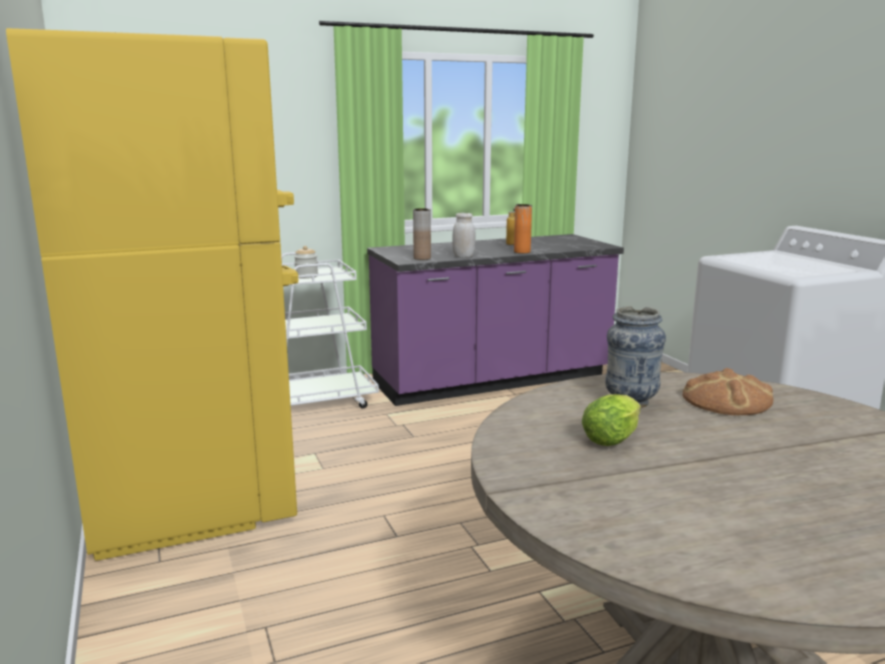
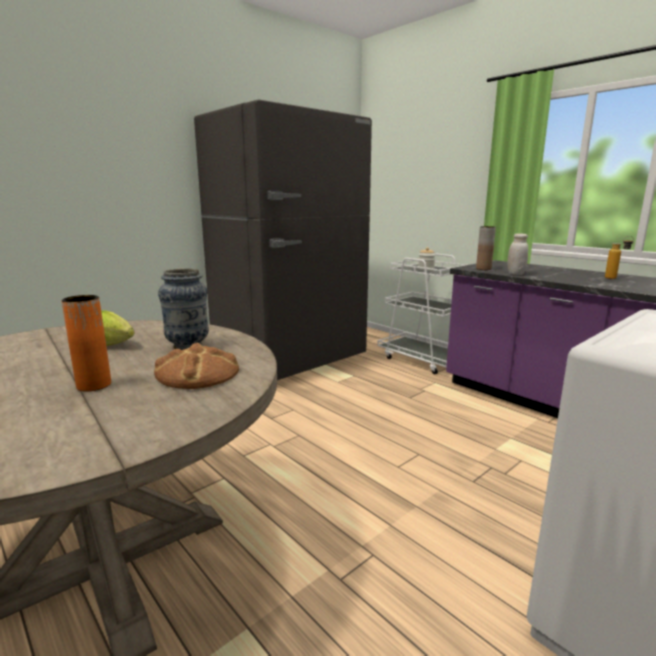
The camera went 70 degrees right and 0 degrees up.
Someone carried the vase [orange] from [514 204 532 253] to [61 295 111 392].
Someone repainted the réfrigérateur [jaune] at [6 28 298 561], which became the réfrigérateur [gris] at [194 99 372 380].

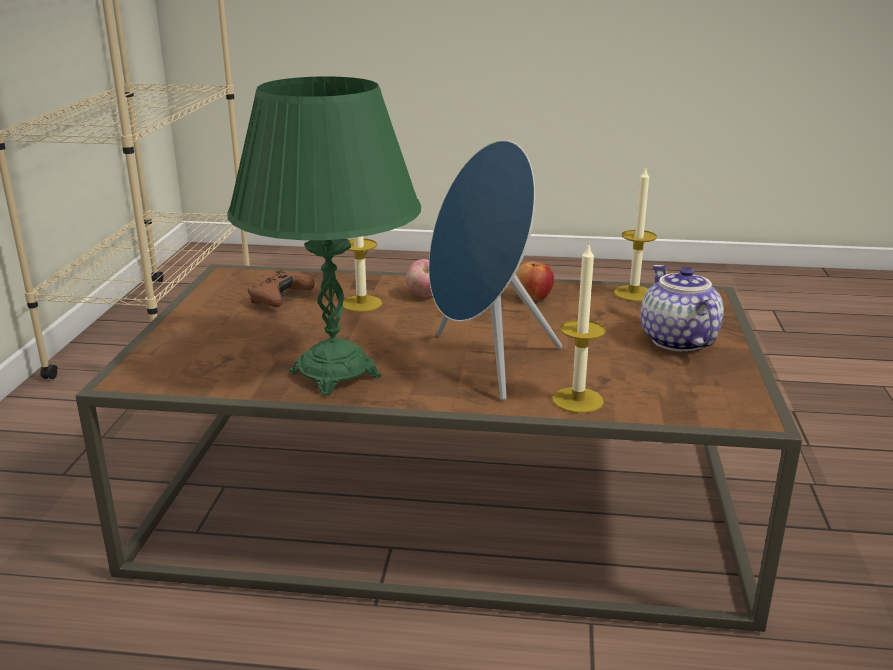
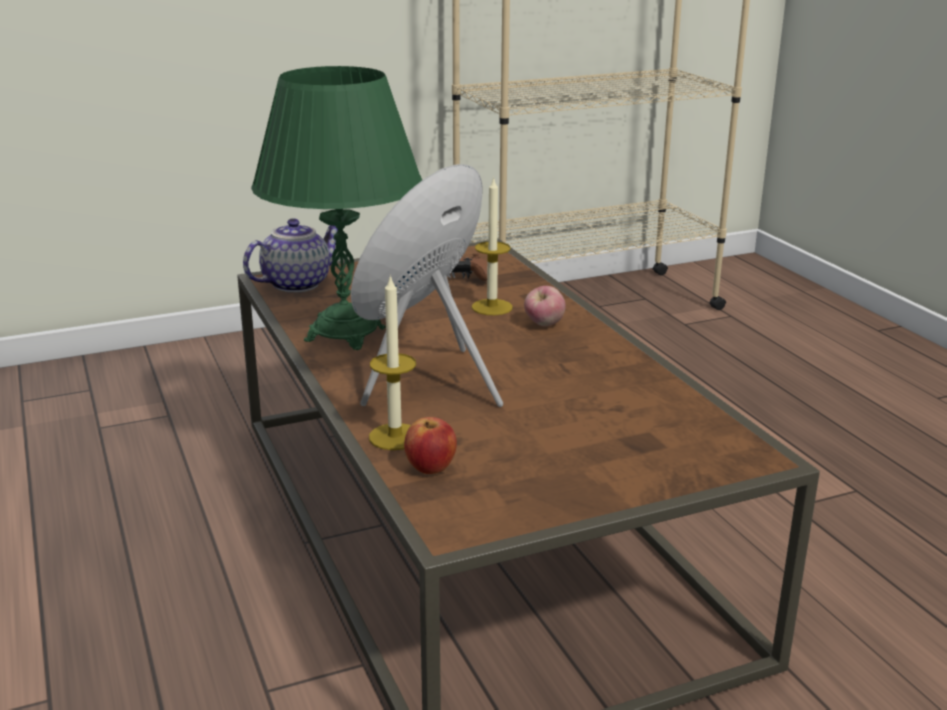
The camera went 60 degrees right and 0 degrees up.
Someone carried the théière from [641 265 724 352] to [243 219 338 293].
Someone carried the pomme from [516 261 554 300] to [404 417 457 474].
Someone took away the bougie at [614 167 657 301].

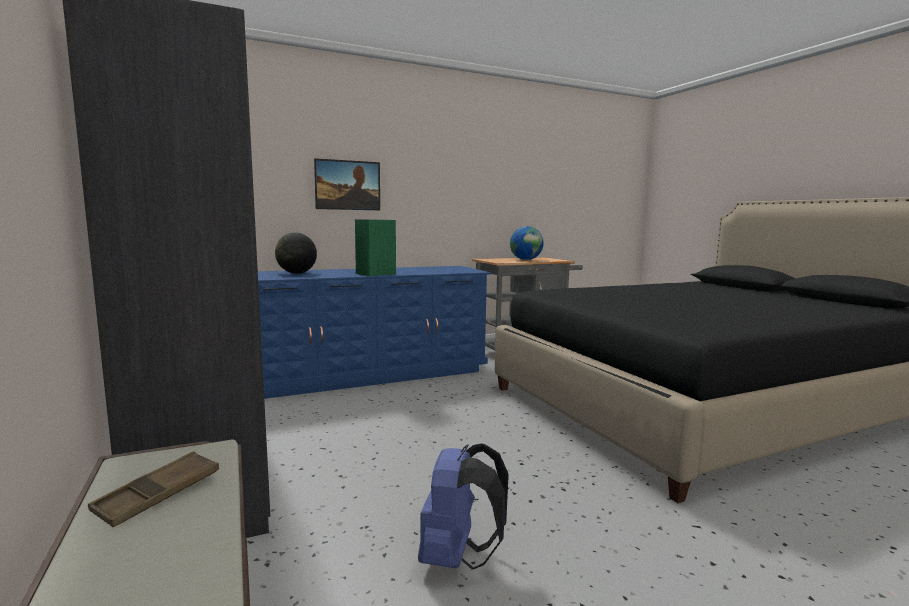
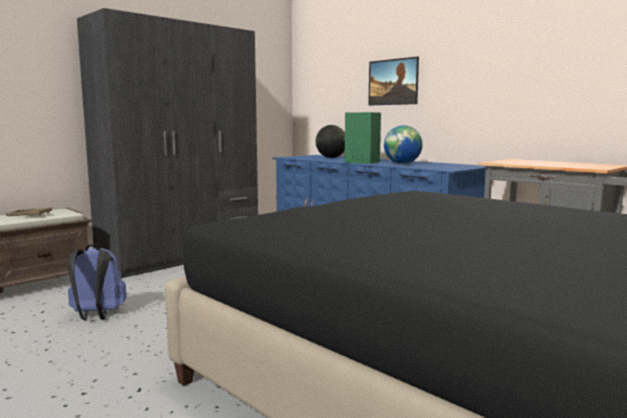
The camera went 70 degrees right and 0 degrees up.
Someone carried the globe from [510 226 544 260] to [384 125 423 164].

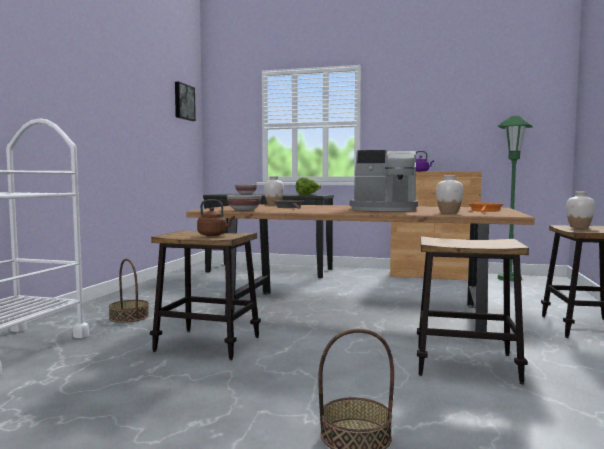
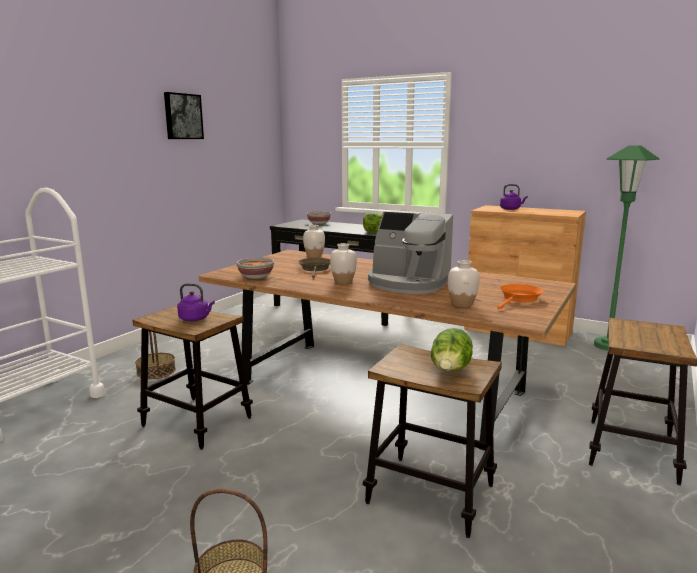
The camera went 15 degrees right and 10 degrees up.
Someone carried the tableau from [175 82 196 121] to [164 92 204 139].
Someone repainted the bouilloire [marron] at [197 199 235 236], which became the bouilloire [violet] at [177 283 215 321].
Someone carried the vase [blanc] from [566 192 595 228] to [330 243 357 284].
Someone put down the laitue at [431 328 473 371].

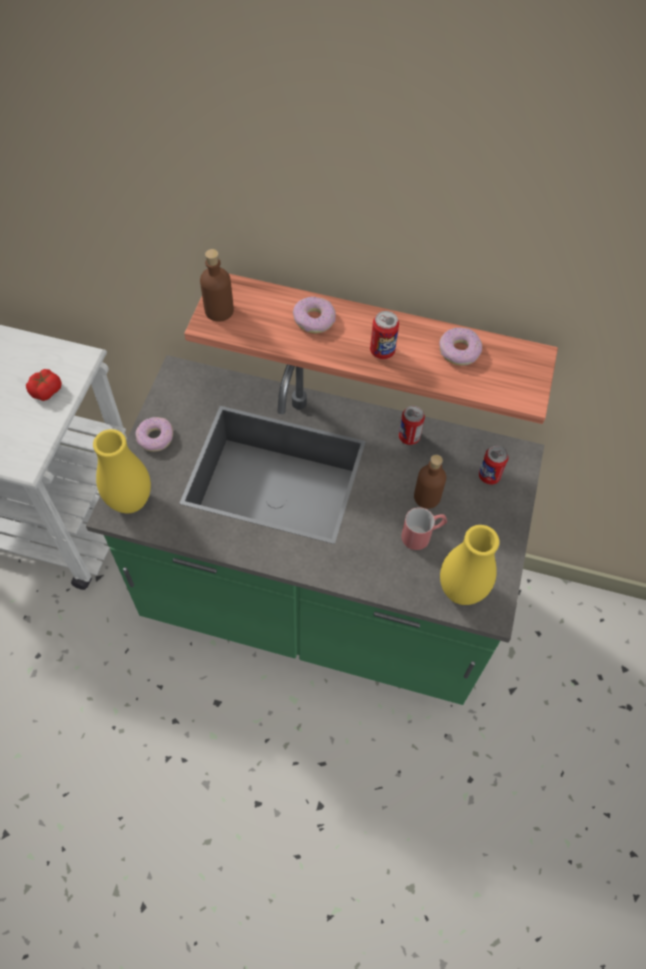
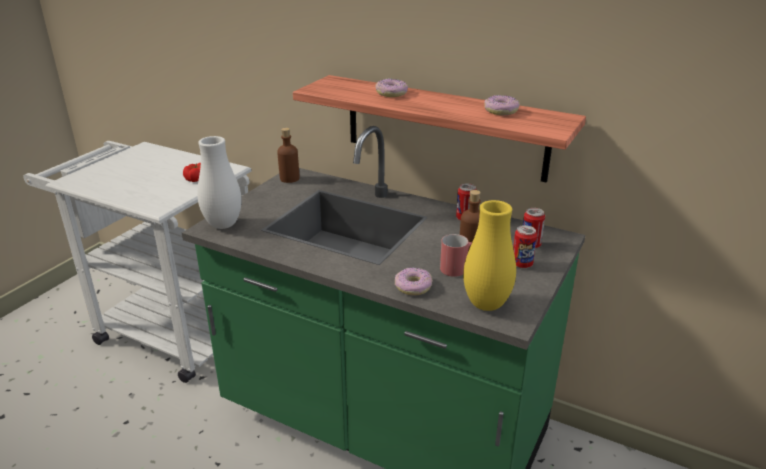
The camera went 15 degrees right and 30 degrees down.
Someone repainted the vase [jaune] at [93 429 151 513], which became the vase [blanc] at [197 136 242 229].
Someone carried the bouteille [marron] from [200 249 234 322] to [277 128 300 183].
Someone carried the beignet from [135 417 174 452] to [395 267 433 296].
Someone carried the boîte métallique from [370 311 399 359] to [513 225 537 268].

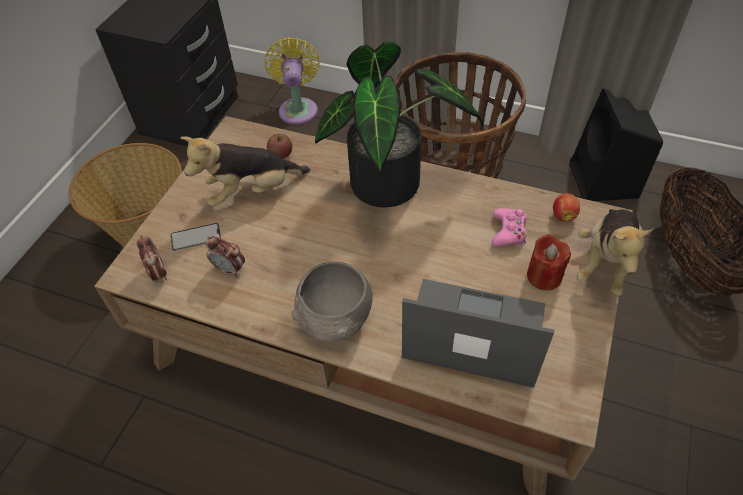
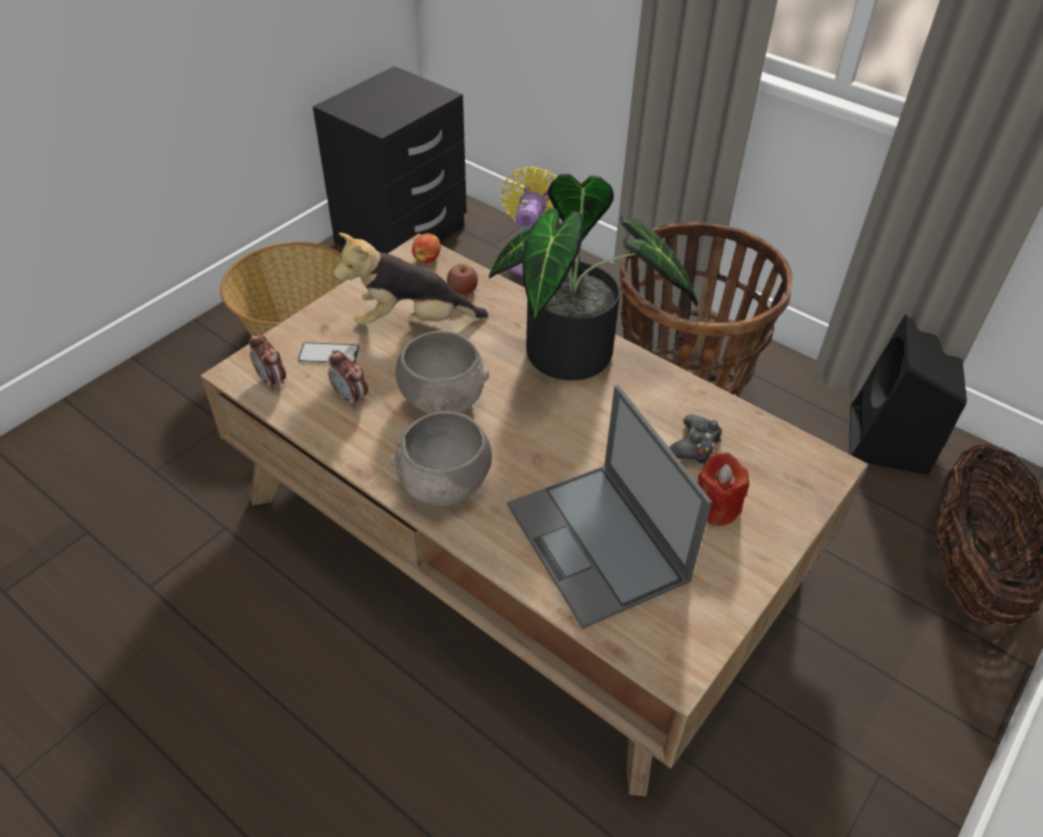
The camera went 15 degrees right and 5 degrees down.
Someone rotated the réveil at [137 235 167 283] by 150 degrees clockwise.
Someone put down the bol [gris] at [396 331 489 414].
Someone carried the pomme from [553 193 580 221] to [412 234 441 263].
Someone rotated the ordinateur portable at [402 279 554 388] by 150 degrees counterclockwise.
Someone repainted the manette [rose] at [492 208 527 246], which became the manette [noir] at [669 414 722 464].
Someone took away the peluche at [577 209 654 296].

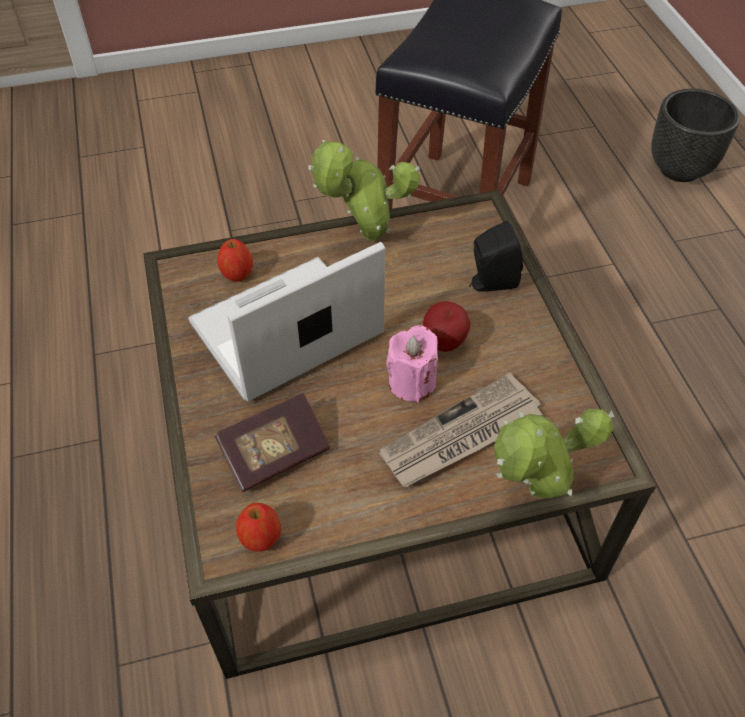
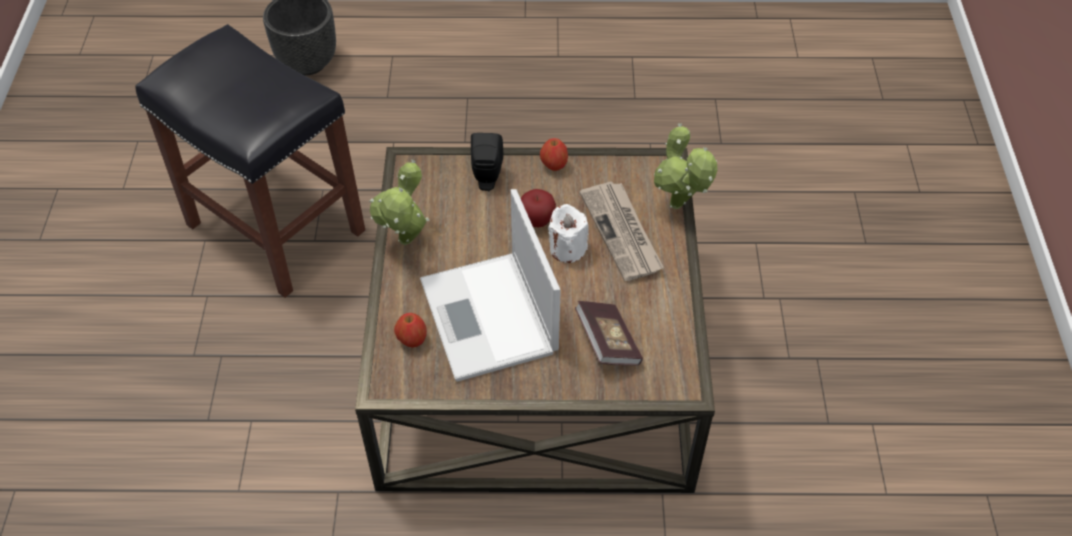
The camera went 75 degrees left and 0 degrees up.
Someone carried the pomme from [236 503 281 552] to [540 138 568 171].
Someone repainted the bougie [rose] at [386 325 438 403], which became the bougie [blanc] at [548 204 589 263].

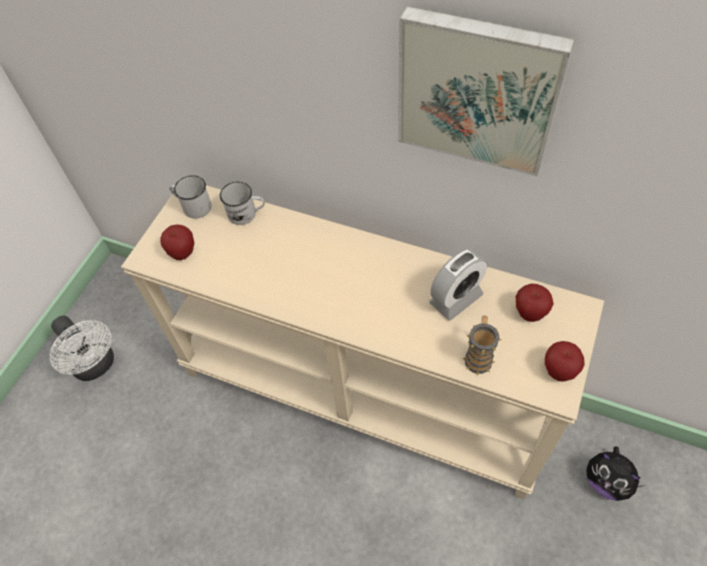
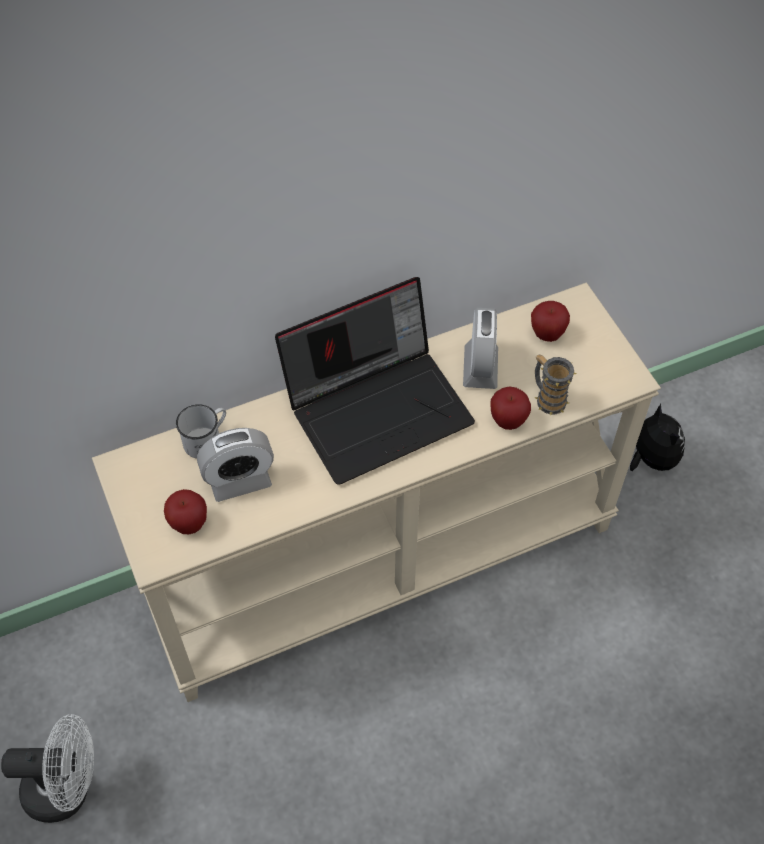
The camera went 50 degrees left and 0 degrees up.
Someone put down the réveil at [197 428 274 502].
Someone put down the ordinateur portable at [275 277 475 485].
Someone carried the pomme from [545 341 585 382] to [491 387 531 430].
Someone rotated the peluche at [586 447 645 501] by 105 degrees counterclockwise.
Someone took away the mug [blanc] at [170 175 211 218].
Someone took away the tableau at [398 6 575 176].

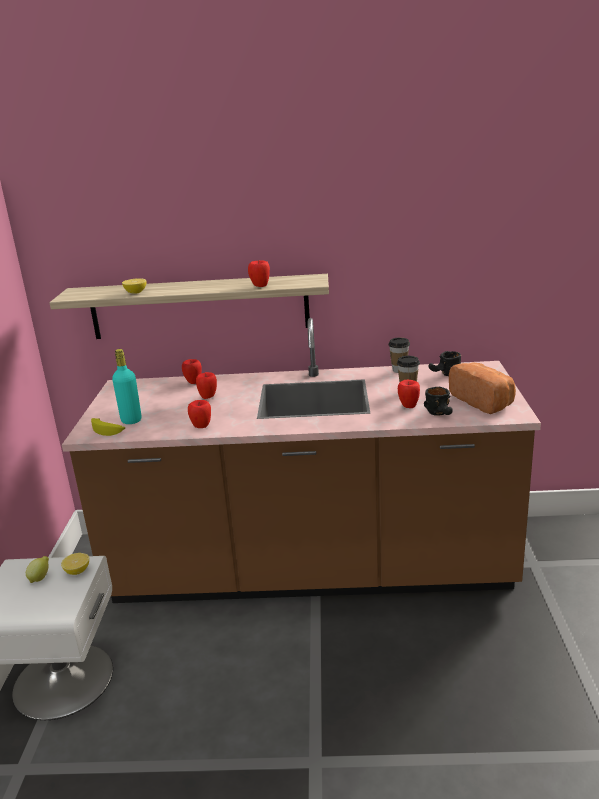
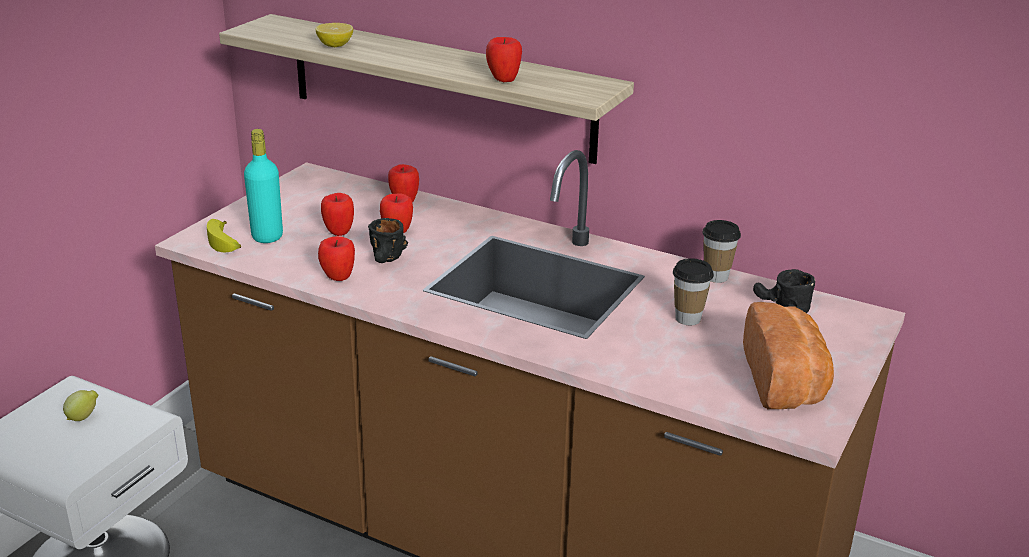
The camera went 25 degrees right and 5 degrees up.
Someone carried the pomme from [398 380 420 408] to [321 193 354 236].
Someone carried the mug [noir] from [424 387 453 416] to [368 218 408 263].
Someone took away the citron at [61 553 89 575].

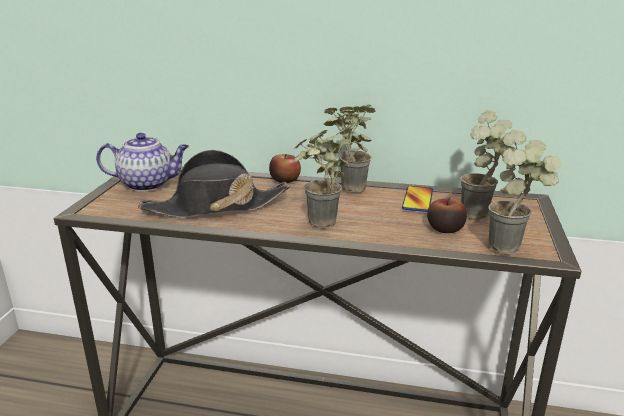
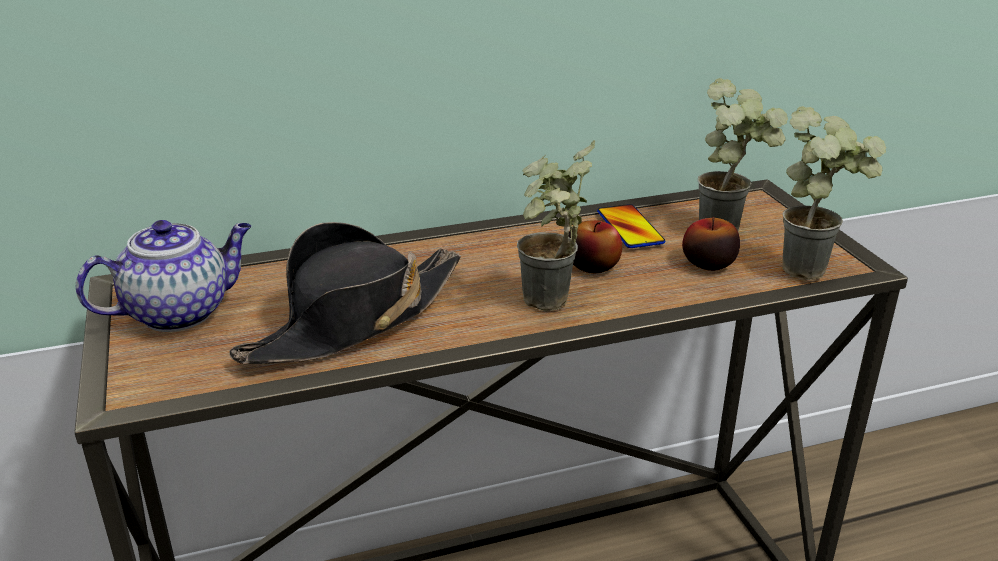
The camera went 30 degrees left and 5 degrees up.
Someone carried the pomme from [269 154 301 183] to [568 220 622 273].
Someone took away the plante en pot at [324 105 375 193].

